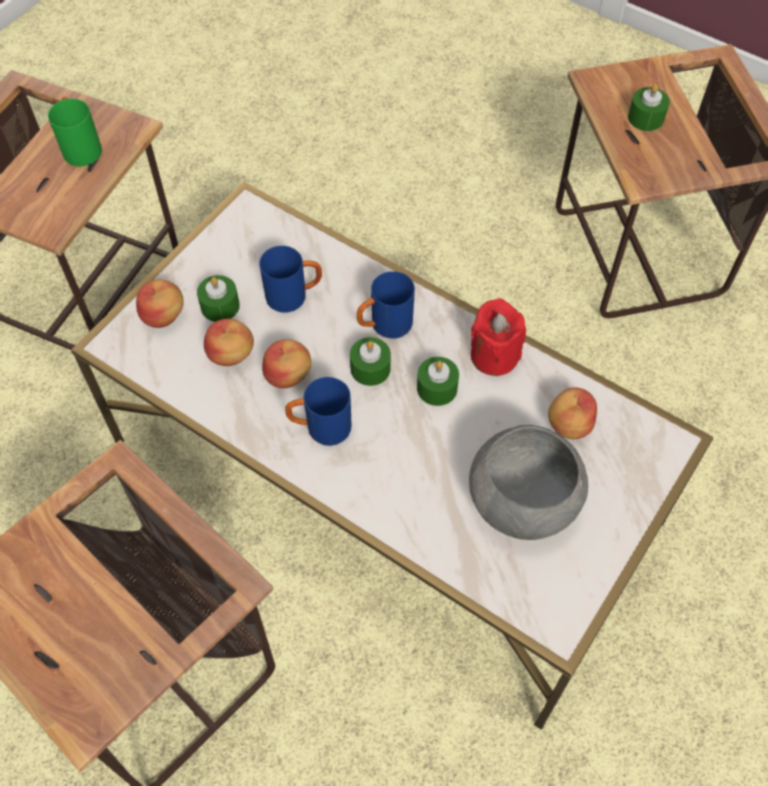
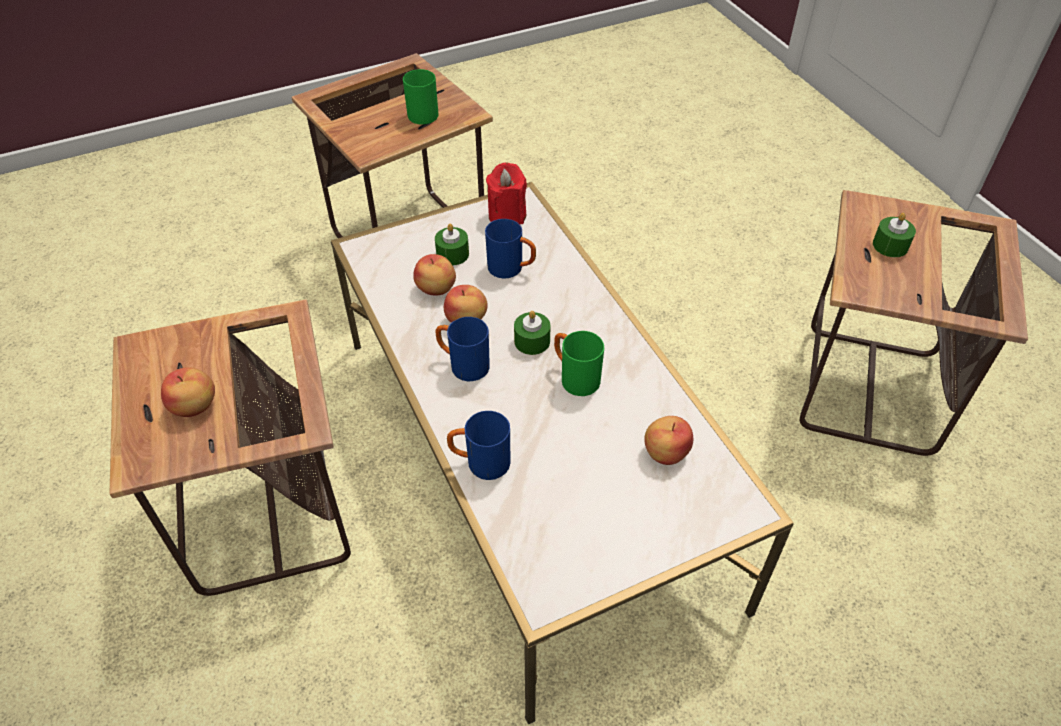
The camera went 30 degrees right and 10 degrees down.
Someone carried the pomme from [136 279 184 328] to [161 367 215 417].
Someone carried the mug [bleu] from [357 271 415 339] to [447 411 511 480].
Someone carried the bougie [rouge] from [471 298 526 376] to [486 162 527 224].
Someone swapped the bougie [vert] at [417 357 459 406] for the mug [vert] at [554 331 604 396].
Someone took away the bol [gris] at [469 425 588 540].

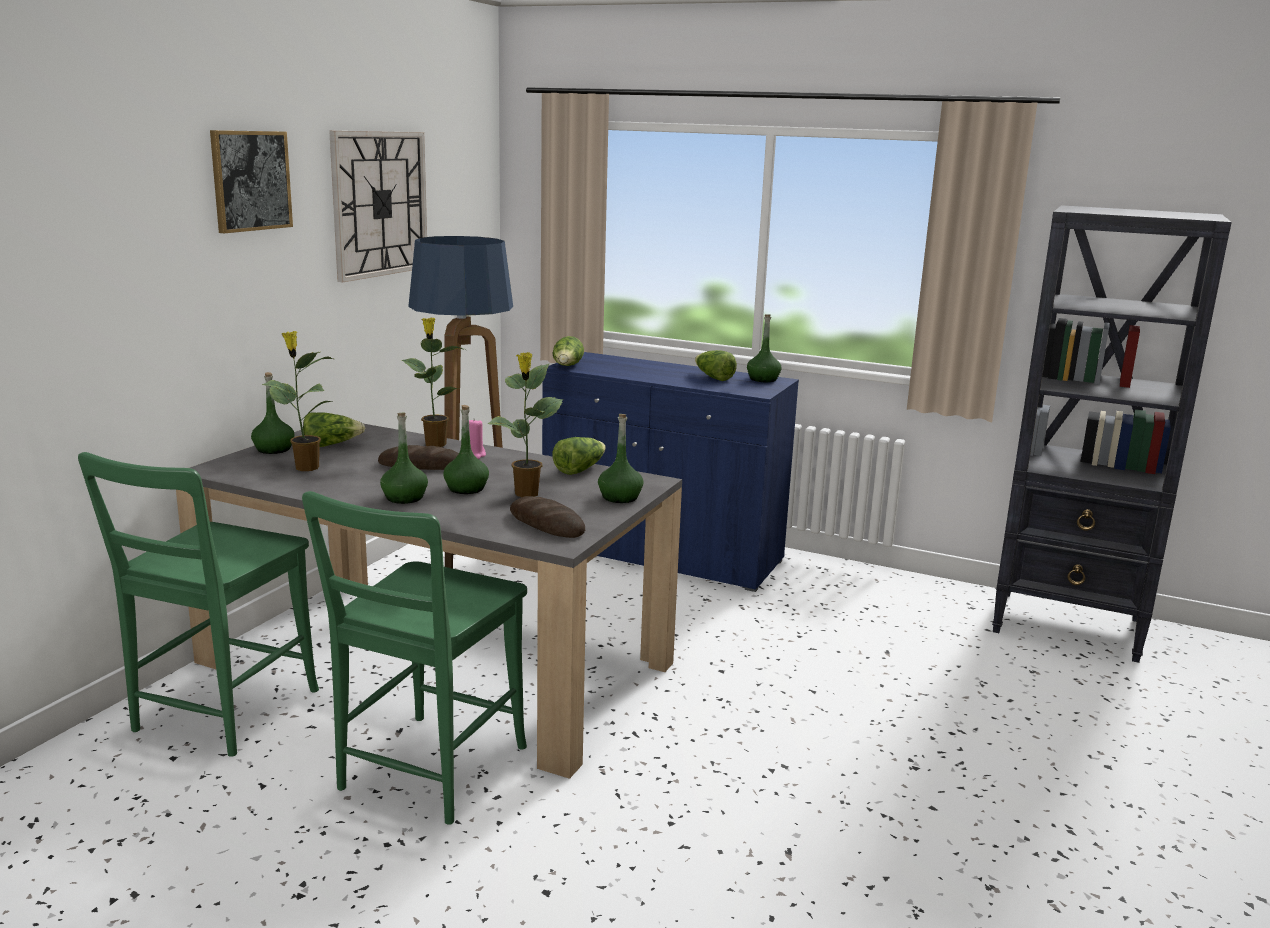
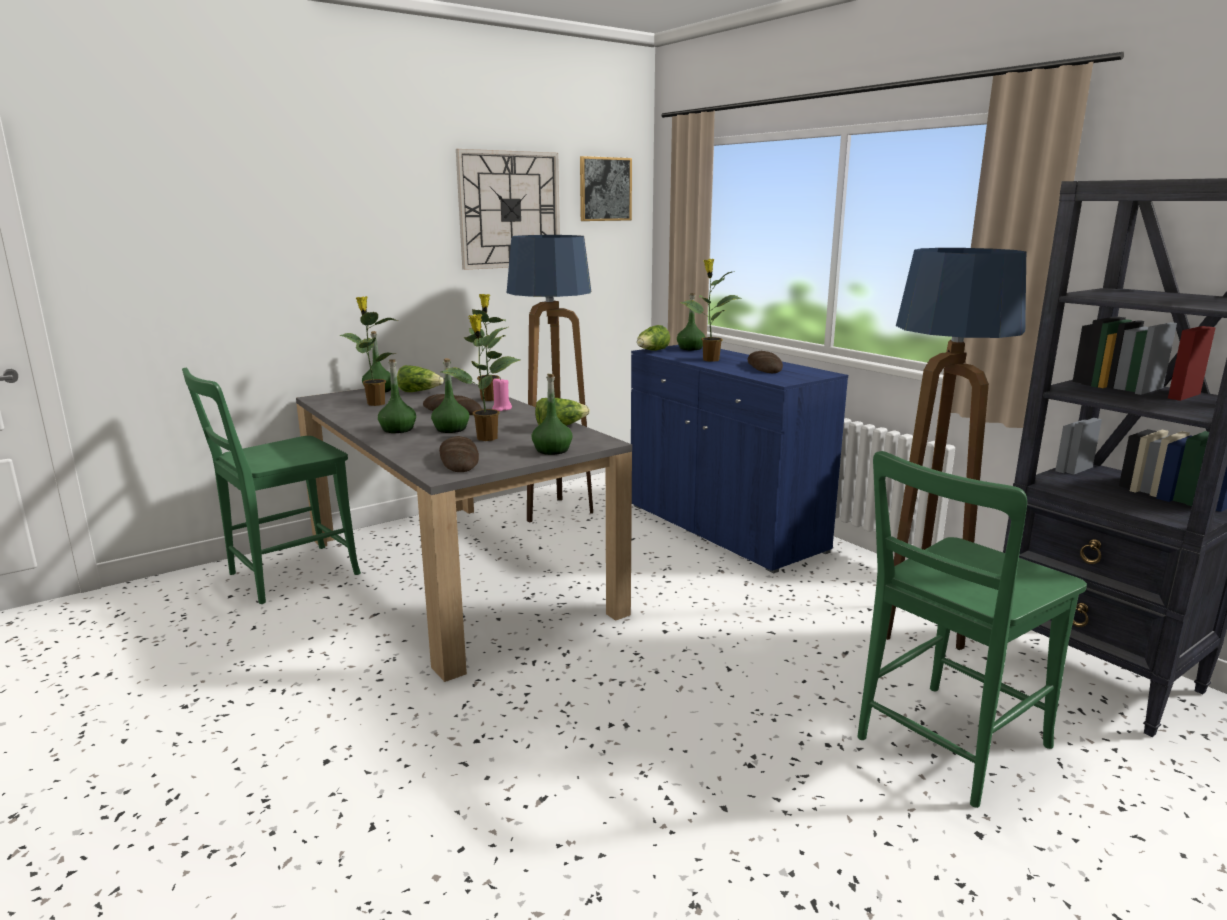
The camera went 30 degrees right and 0 degrees up.
Someone carried the tableau from [210 130 293 233] to [580 156 632 221].
Someone carried the bouteille [vert] from [747 314 781 382] to [677 293 705 350].
Someone put down the plante en pot at [680 259 742 362].
Someone swapped the laitue at [695 350 737 381] for the pain at [748 351 783 373].
Someone carried the chaise [vert] from [302 491 527 825] to [857 451 1087 808].
Someone put down the lampadaire at [886 248 1026 650].

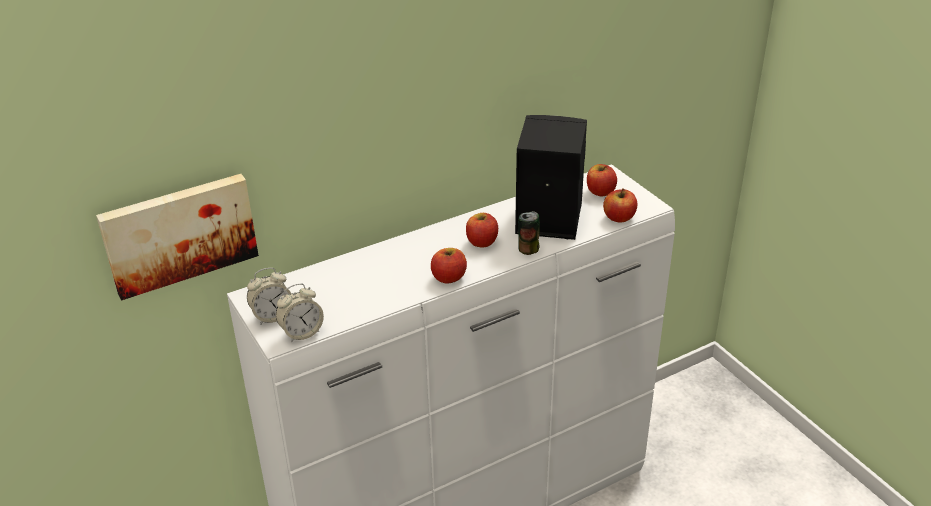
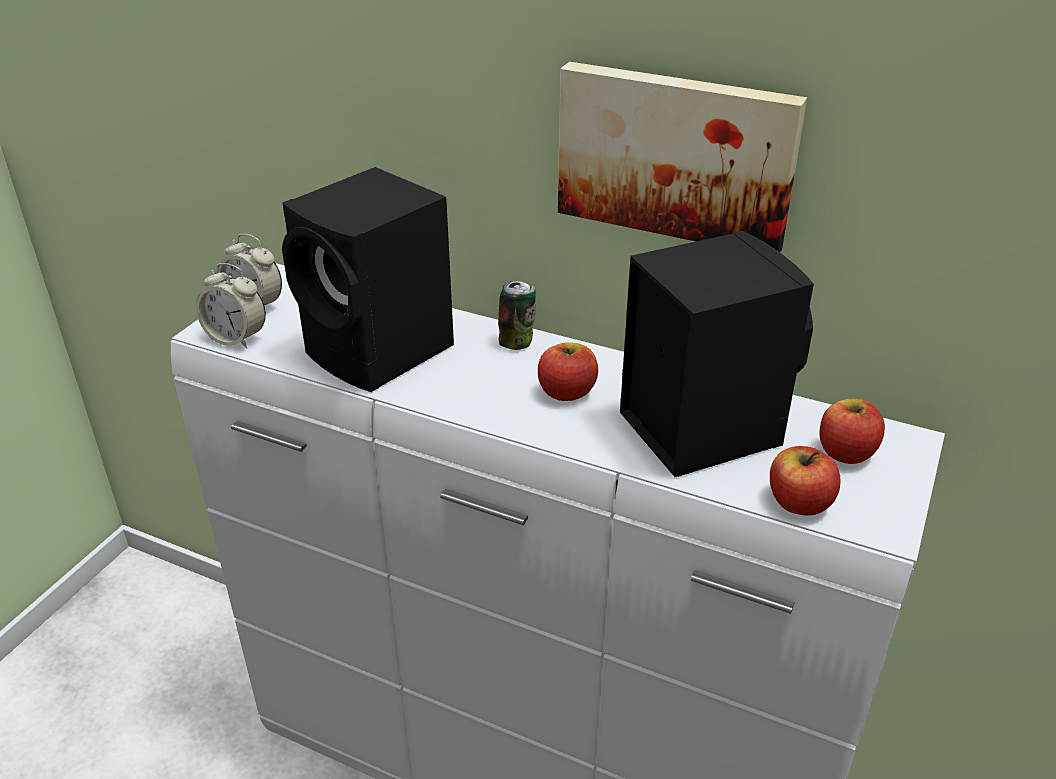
The camera went 55 degrees right and 0 degrees up.
Someone put down the enceinte [noir] at [282 167 454 392].
Someone carried the boîte métallique from [518 211 540 255] to [498 281 536 350].
Someone carried the tableau from [96 174 259 300] to [558 62 807 252].
Someone took away the pomme at [431 248 467 283].

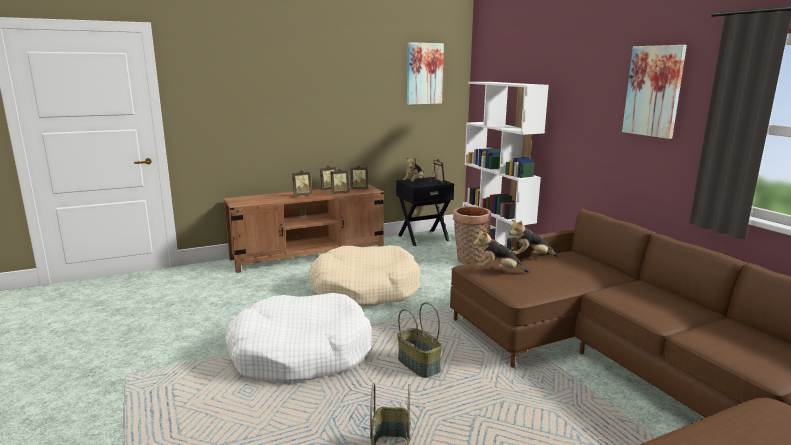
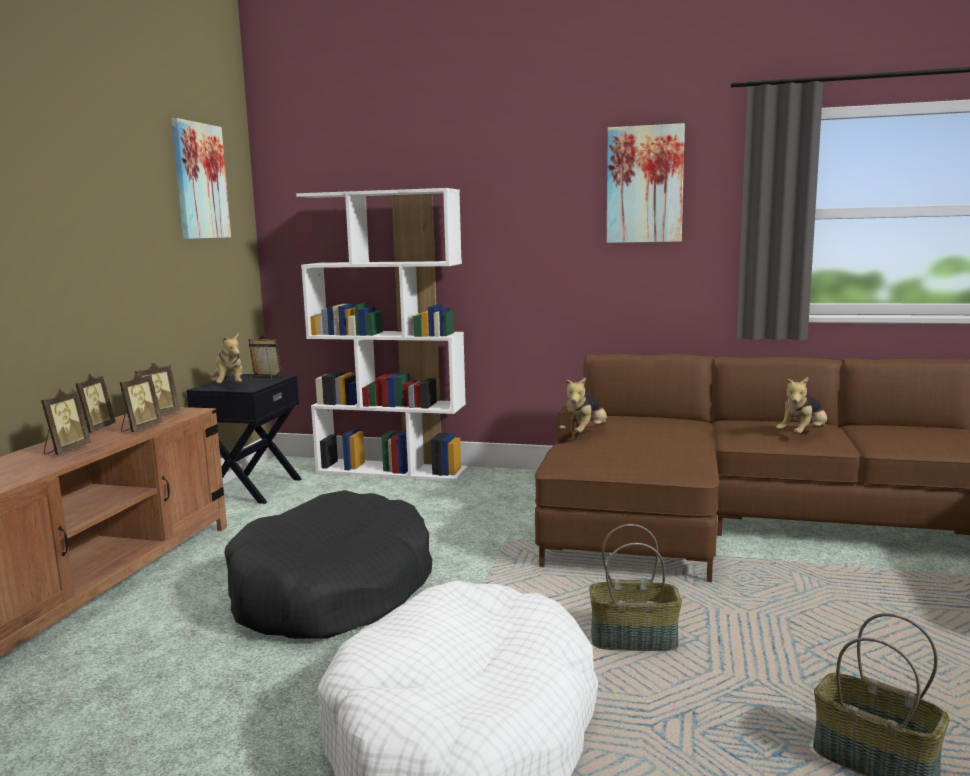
The camera went 50 degrees left and 5 degrees down.
Someone repainted the panier pour chien [beige] at [309 245 420 306], which became the panier pour chien [noir] at [224 490 432 639].
Someone carried the peluche from [473 229 530 273] to [776 377 827 434].
Someone took away the panier at [453 206 492 264].

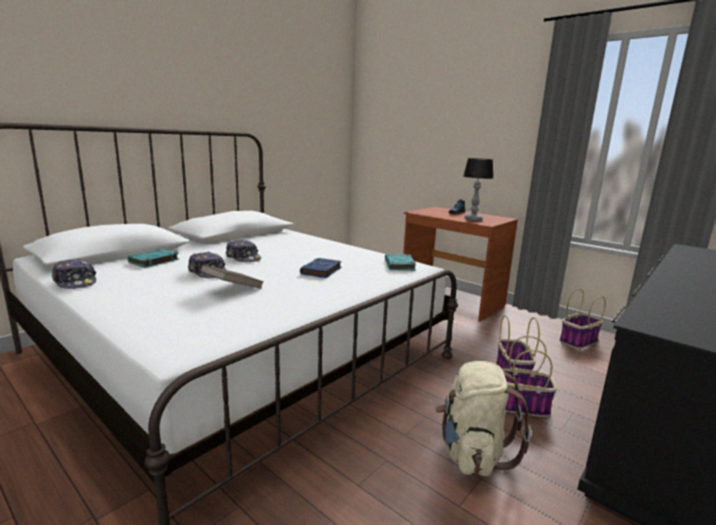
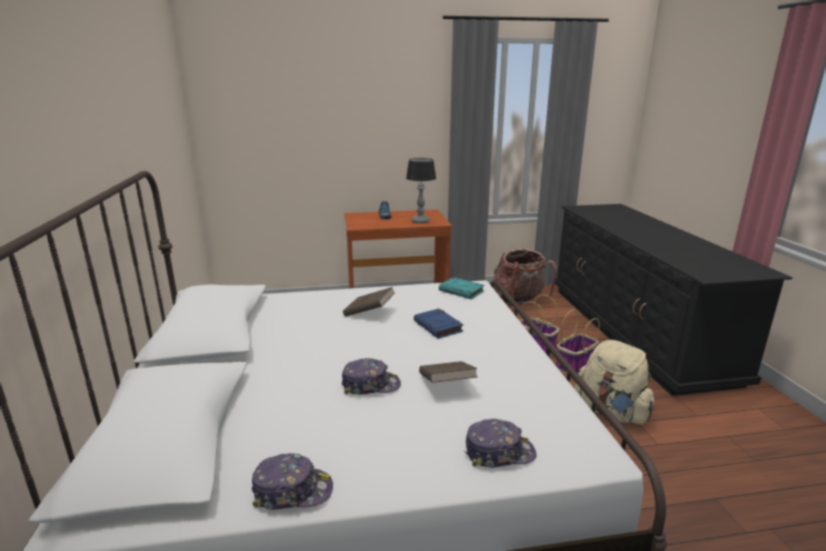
The camera went 50 degrees left and 5 degrees up.
Someone put down the livre [marron] at [343 287 395 317].
Someone carried the casquette from [226 240 261 262] to [465 419 536 468].
Someone swapped the panier at [560 289 606 349] for the sac à dos at [494 247 557 306].
Someone took away the livre [turquoise] at [128 249 179 268].

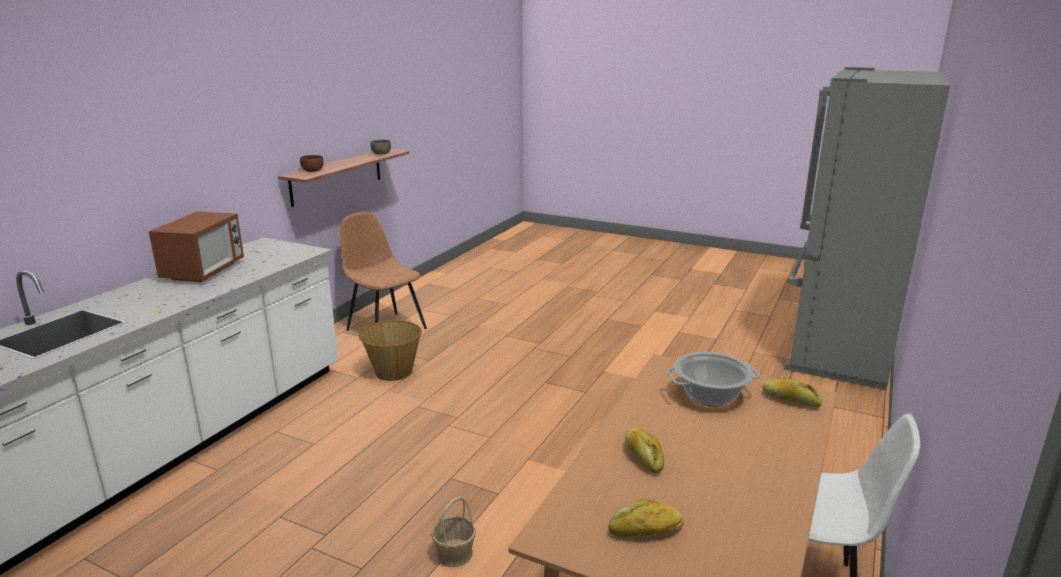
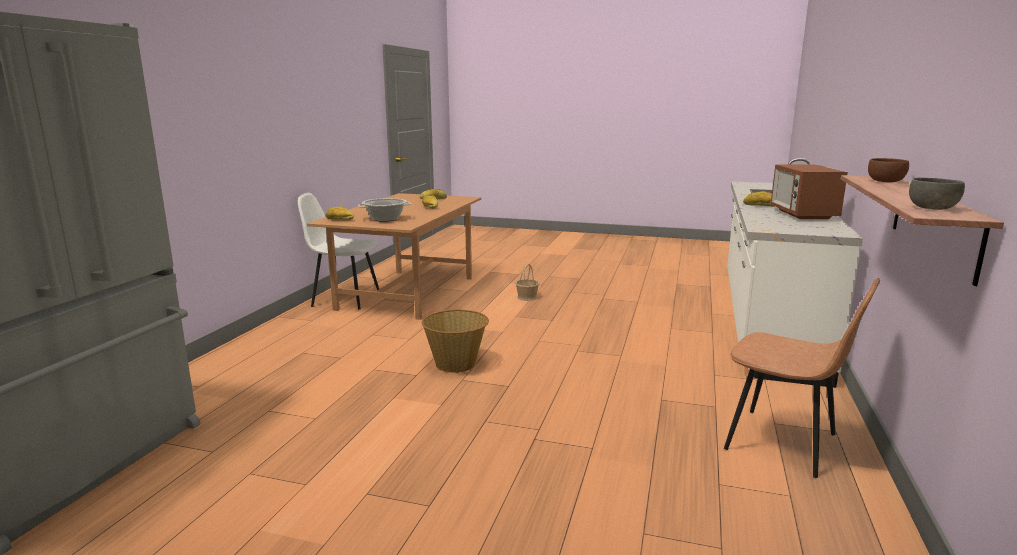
The camera went 170 degrees right and 5 degrees down.
Someone carried the panier from [358 320 422 381] to [422 310 489 373].
Someone put down the pain at [743 191 775 207].

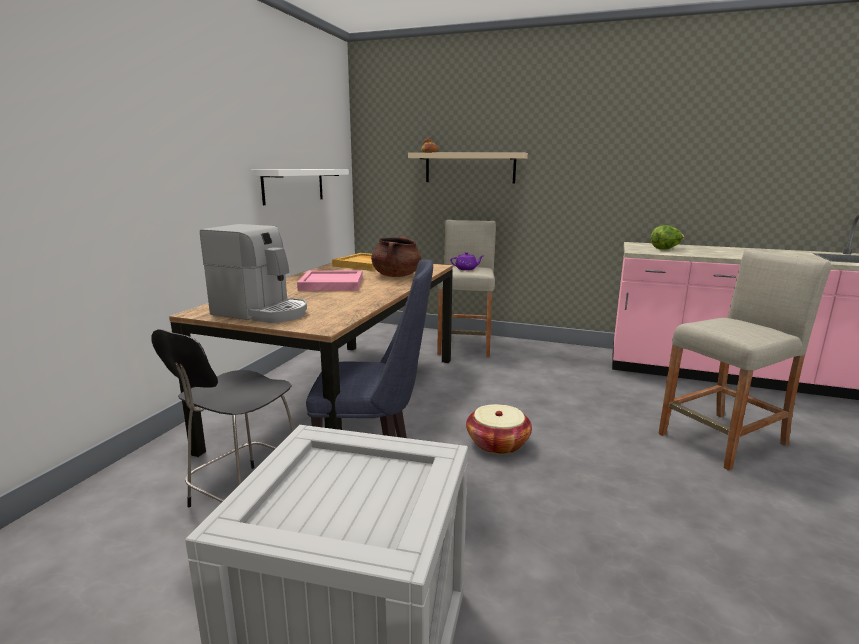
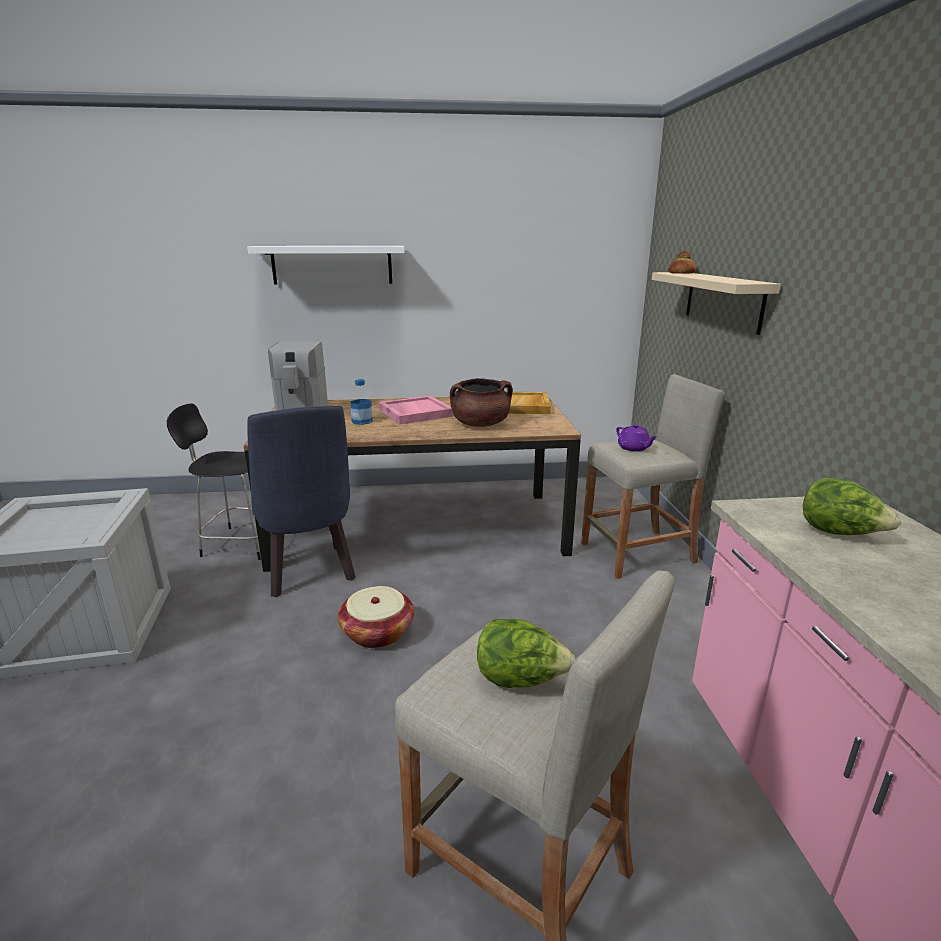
The camera went 65 degrees right and 5 degrees up.
Someone carried the étagère [blanc] from [252 169 349 205] to [247 246 404 285].
Someone put down the bouteille at [351 379 373 425].
Someone put down the laitue at [477 619 575 688].

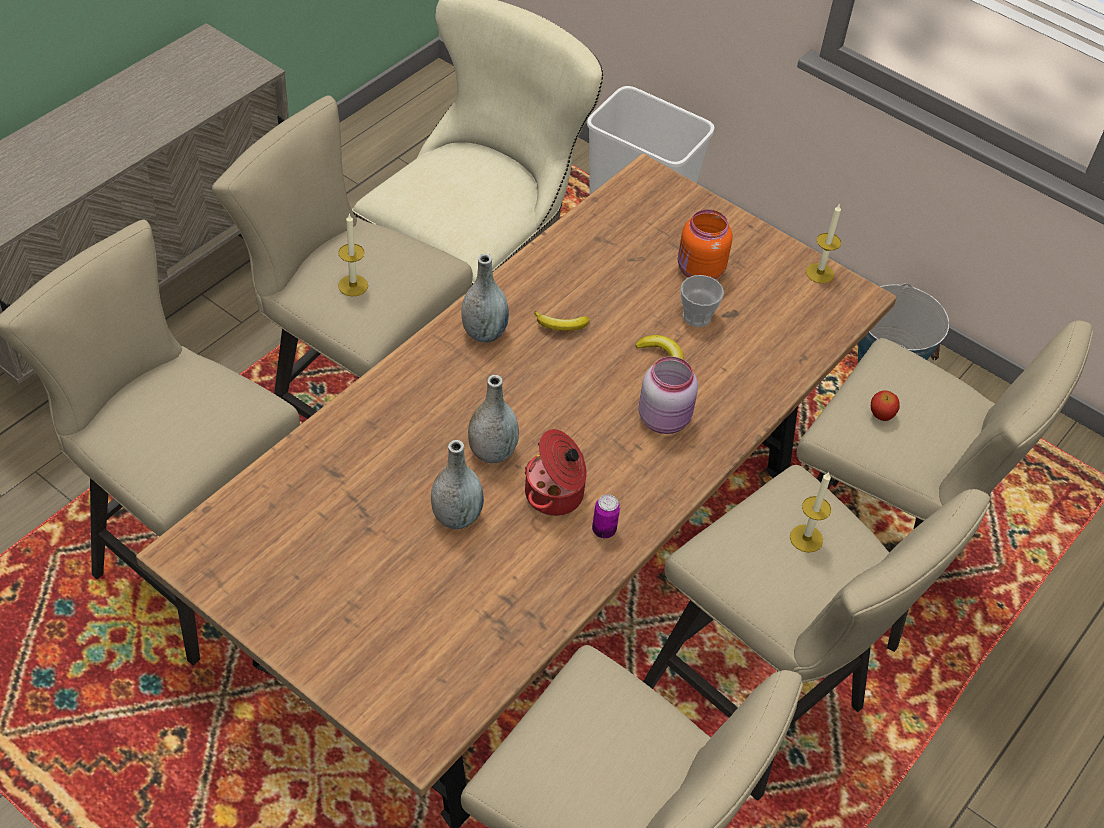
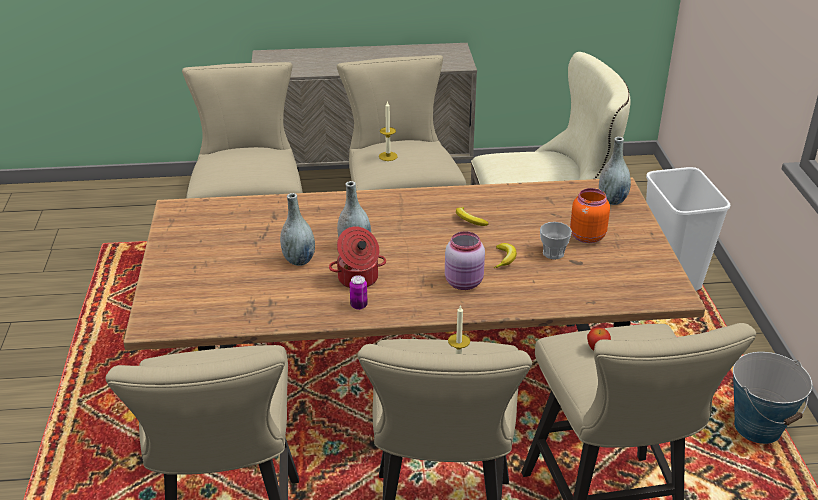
The camera went 50 degrees right and 15 degrees down.
Someone carried the vase [gris] from [461 254 509 343] to [599 137 631 205].
Someone took away the bougie at [806 203 841 284].

